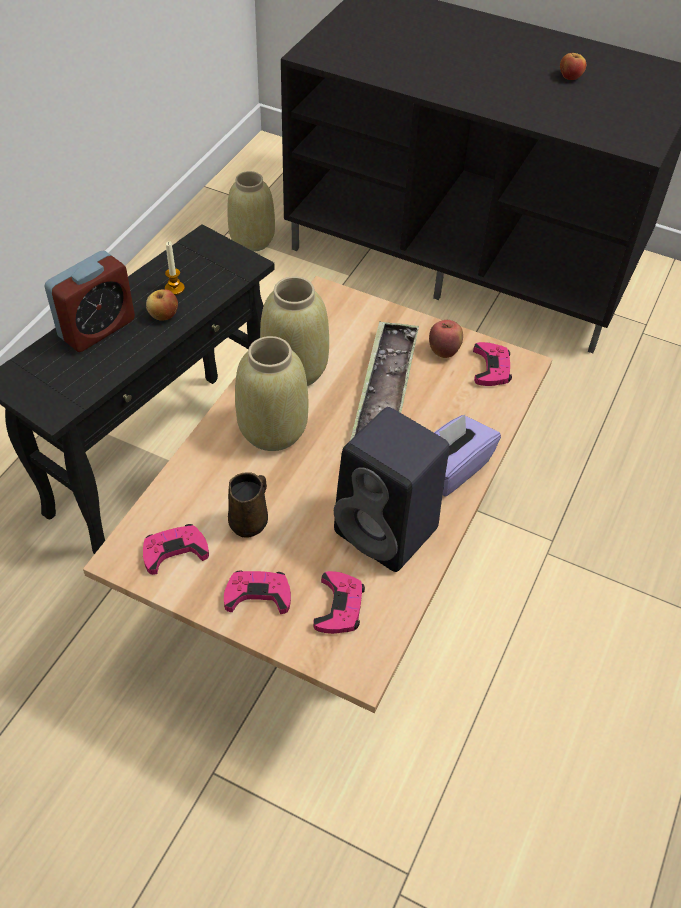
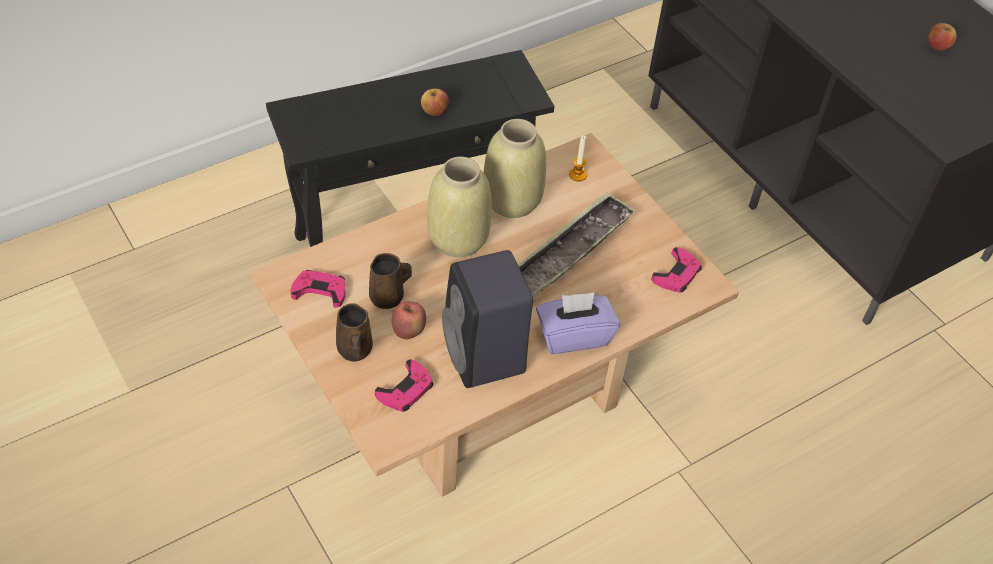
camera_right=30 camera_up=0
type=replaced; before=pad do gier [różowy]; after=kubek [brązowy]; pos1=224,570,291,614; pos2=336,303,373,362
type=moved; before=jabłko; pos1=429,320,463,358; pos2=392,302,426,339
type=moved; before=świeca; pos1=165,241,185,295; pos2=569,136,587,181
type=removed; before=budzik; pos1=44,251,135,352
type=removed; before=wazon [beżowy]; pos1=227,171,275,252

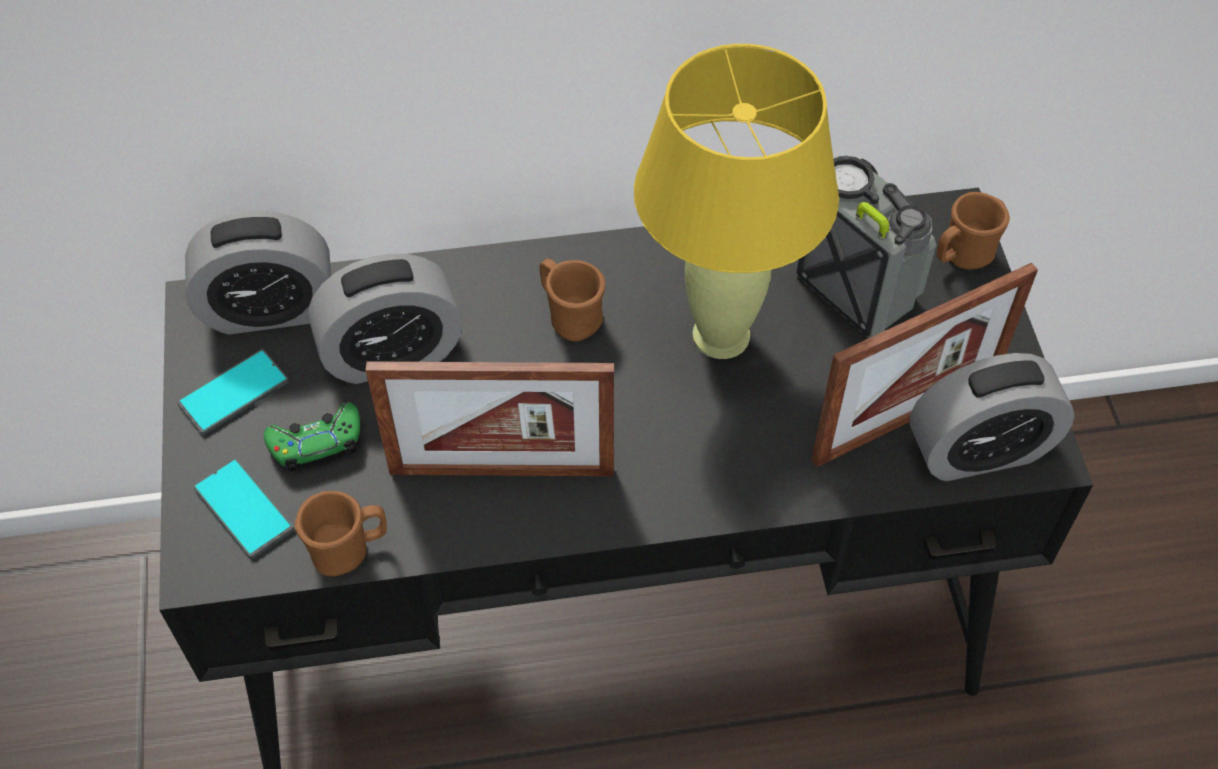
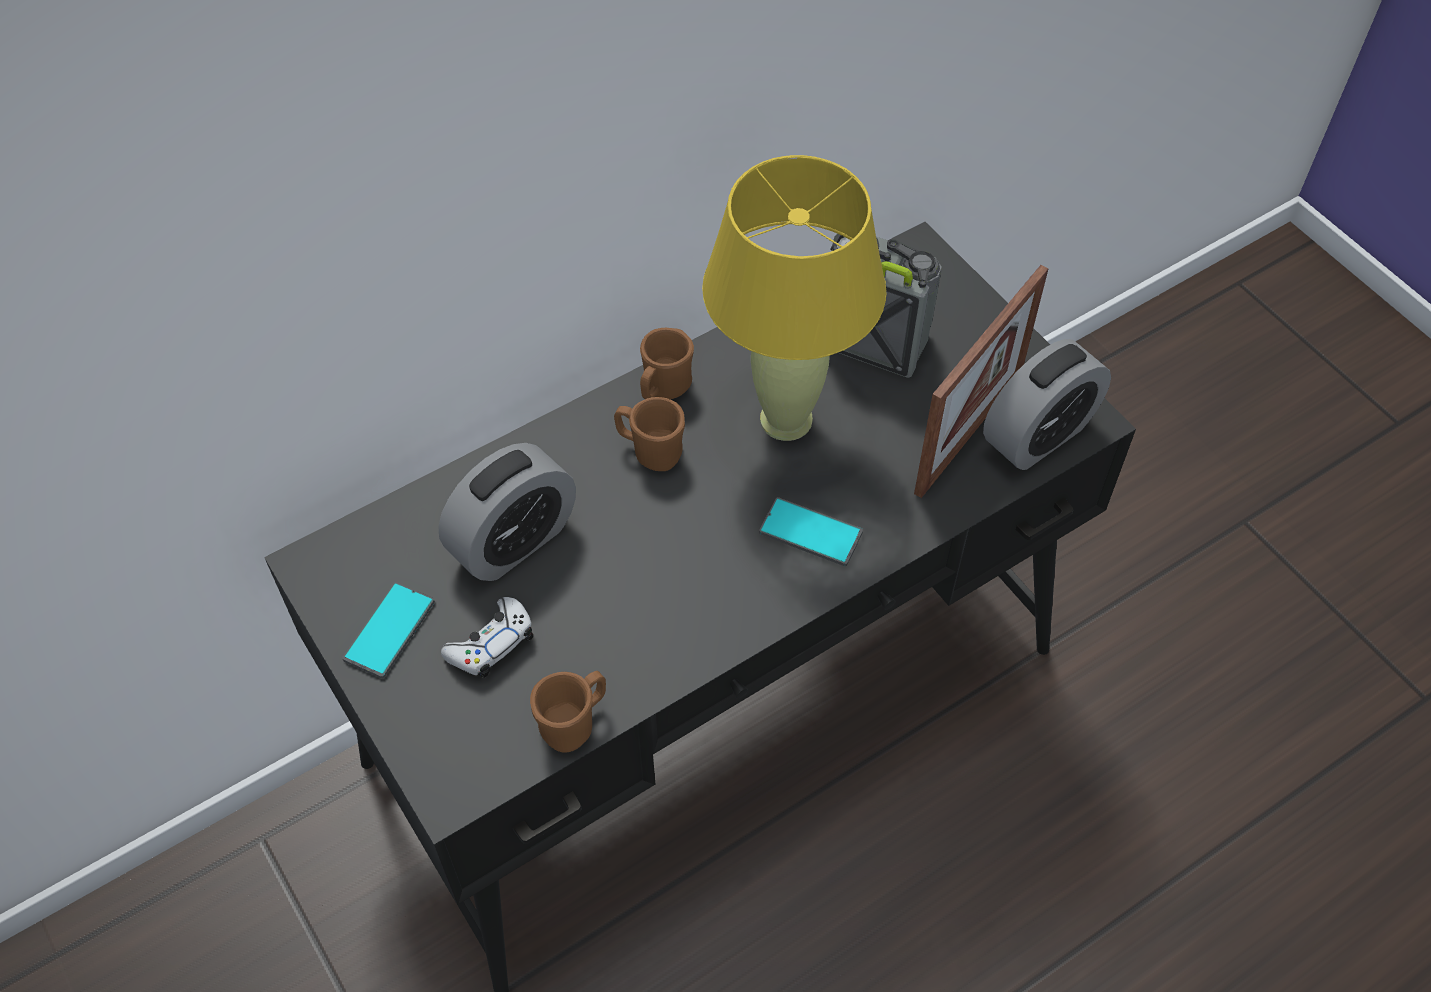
camera_right=-25 camera_up=0
type=recoloured; before=pad do gier [zielony]; after=pad do gier [biały]; pos1=264,402,360,472; pos2=441,597,533,678
type=moved; before=kubek [brązowy]; pos1=936,192,1010,270; pos2=640,328,694,399
type=moved; before=telefon; pos1=193,458,294,559; pos2=759,497,863,566
type=removed; before=budzik; pos1=185,211,331,334
type=removed; before=ramka na zdjęcie; pos1=365,361,614,476

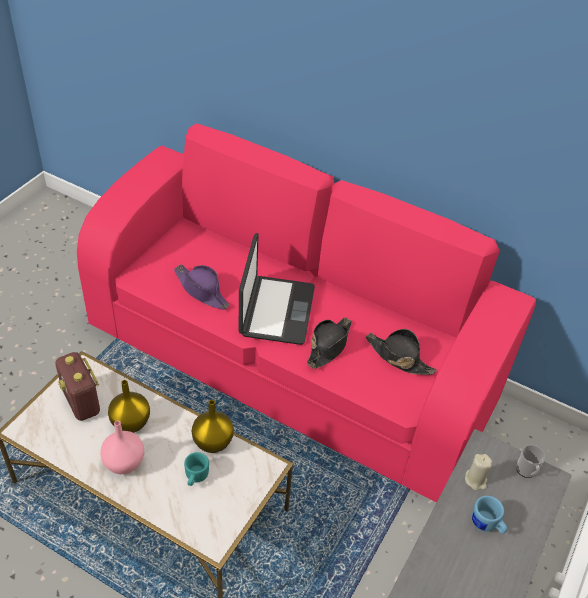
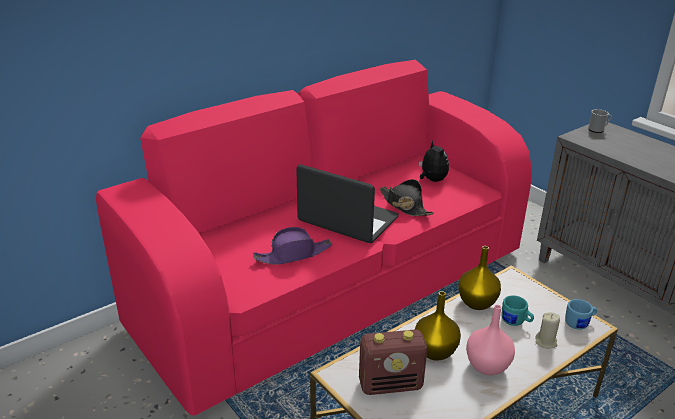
camera_right=-65 camera_up=-15
type=replaced; before=kapelusz [czarny]; after=pluszak; pos1=366,329,436,375; pos2=419,141,449,182
type=moved; before=świeca [beżowy]; pos1=465,454,492,490; pos2=536,312,560,349
type=moved; before=kubek [niebieski]; pos1=472,496,507,534; pos2=565,299,597,330

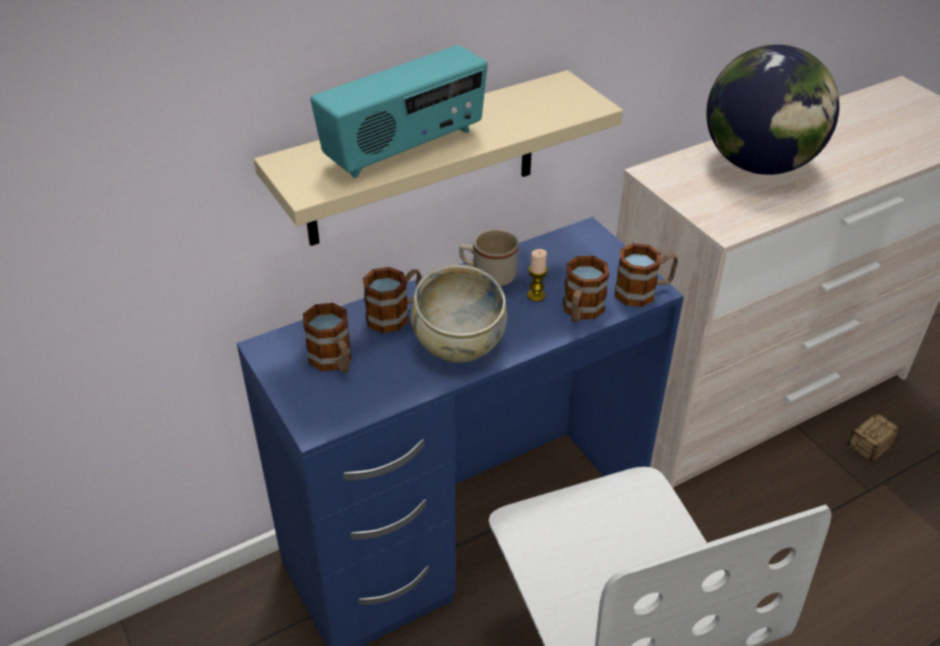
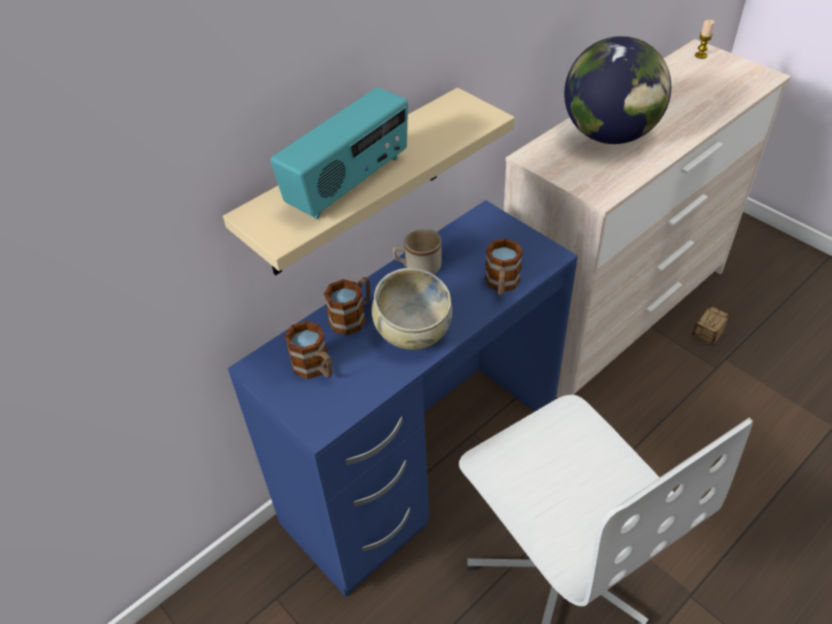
camera_right=-10 camera_up=5
type=moved; before=świeca; pos1=527,249,548,302; pos2=695,20,715,59
type=removed; before=kubek; pos1=614,243,678,307

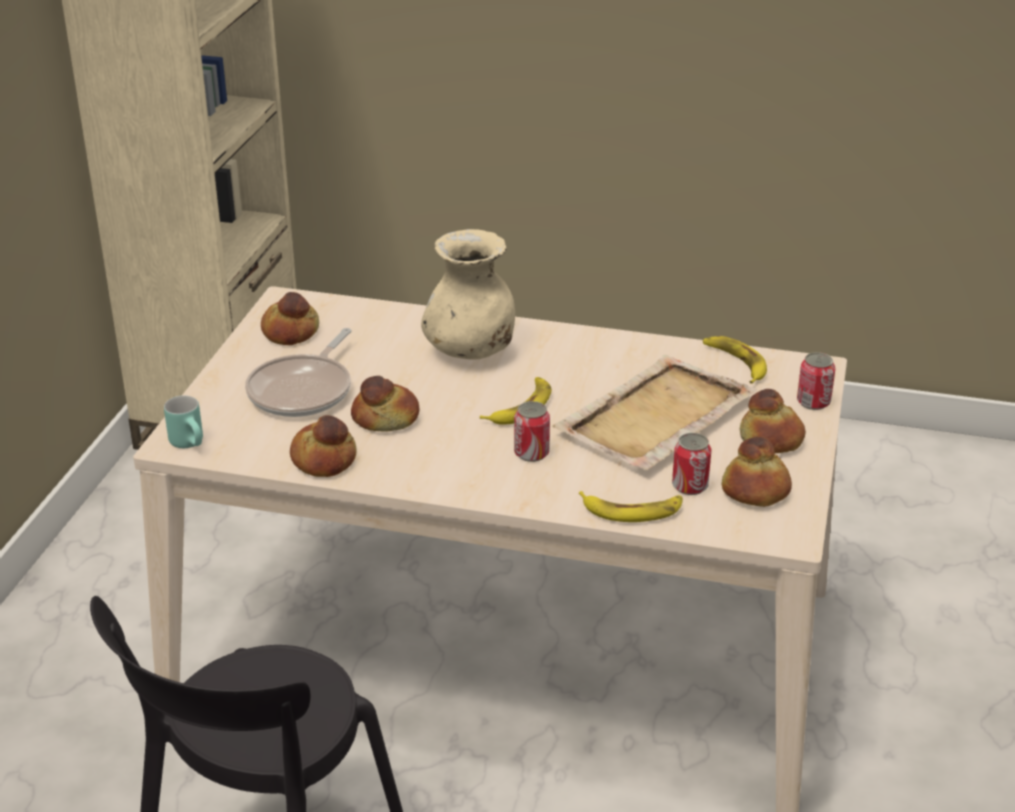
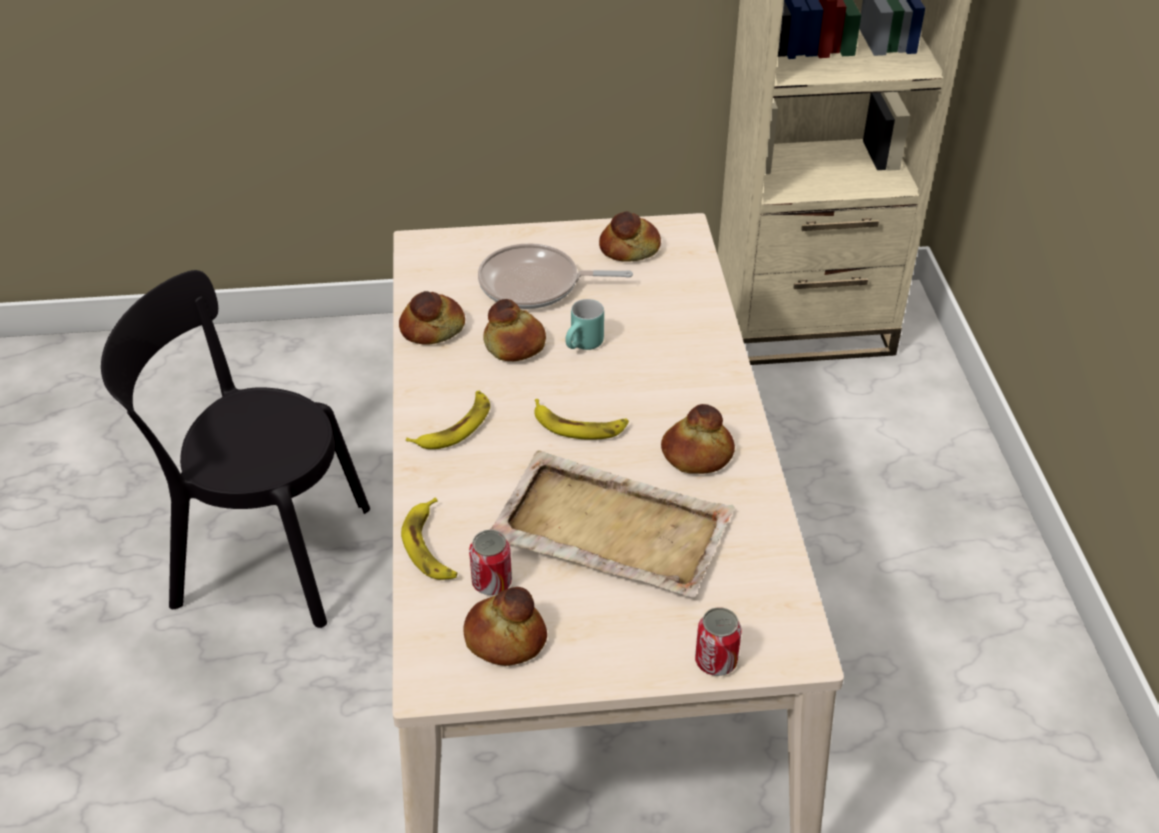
camera_right=70 camera_up=10
type=moved; before=banan; pos1=703,336,767,384; pos2=406,391,490,449
type=moved; before=kubek [turkusowy]; pos1=164,395,203,448; pos2=565,299,604,350
type=moved; before=chleb; pos1=740,389,806,453; pos2=661,404,735,474
type=removed; before=wazon [beżowy]; pos1=421,229,515,360
type=removed; before=puszka; pos1=514,401,550,462

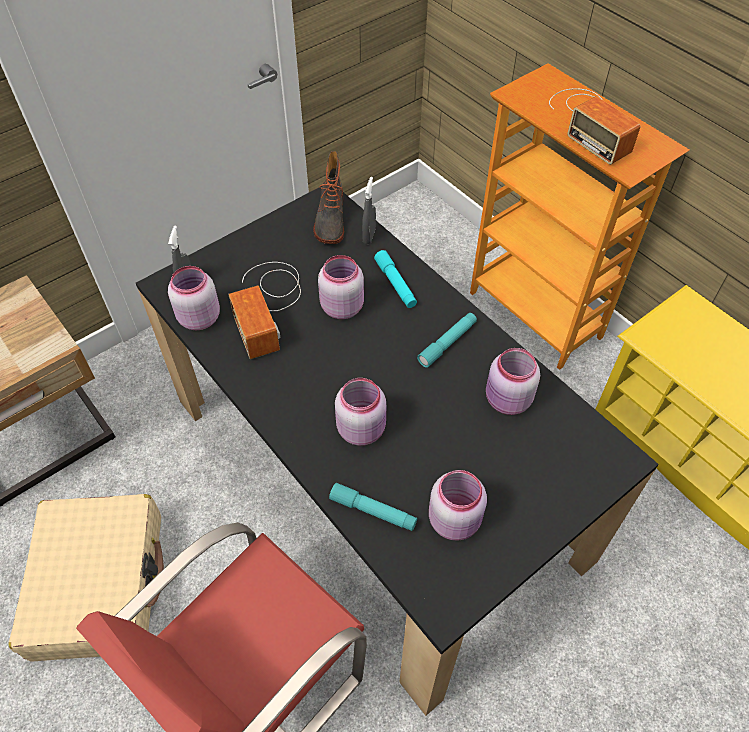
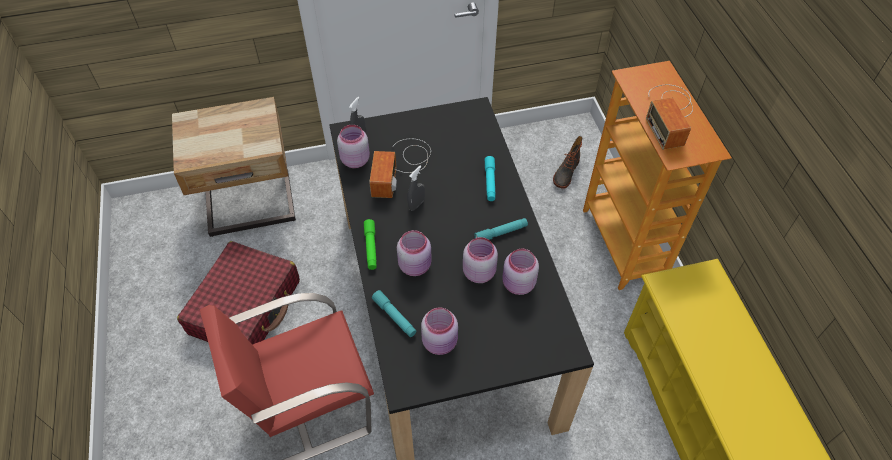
camera_right=25 camera_up=0
type=recoloured; before=walizka [beżowy]; after=walizka [czerwony]; pos1=9,494,164,662; pos2=177,241,300,345
type=added; after=latarka [zielony]; pos2=364,219,377,270
type=moved; before=spryskiwacz [szary]; pos1=362,177,376,244; pos2=407,166,425,211
type=moved; before=słoik [różowy]; pos1=318,255,364,319; pos2=463,237,498,283
type=moved; before=but z cholewką; pos1=313,151,344,244; pos2=553,136,582,189

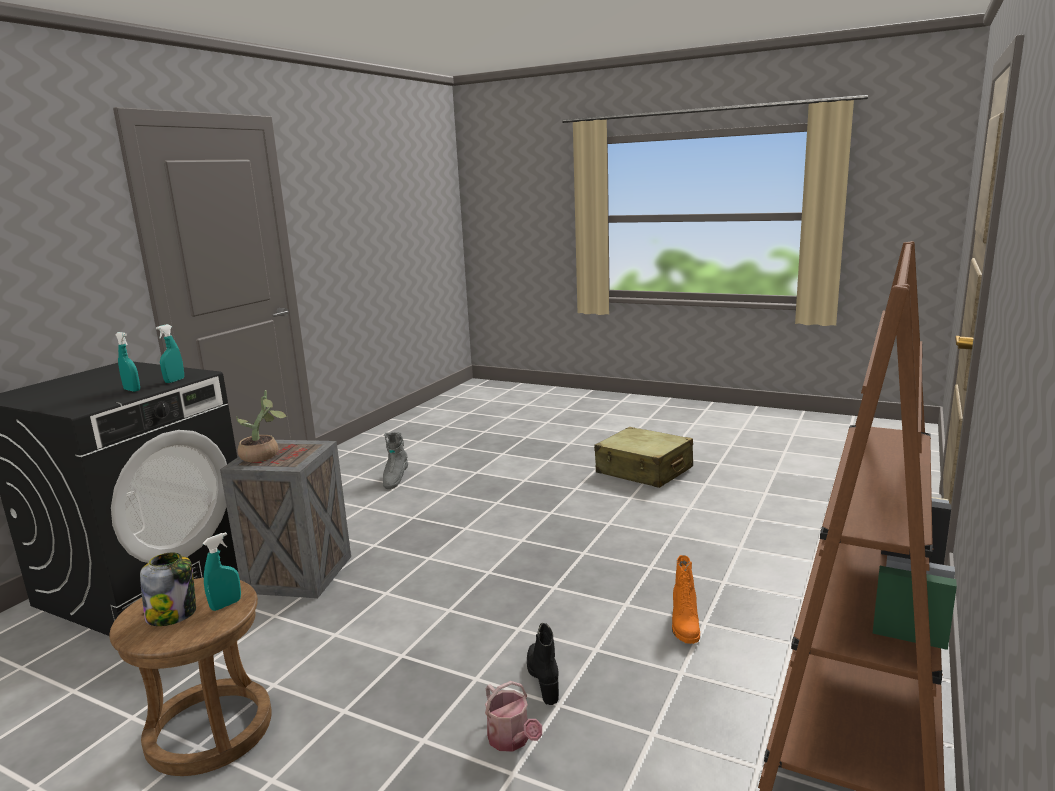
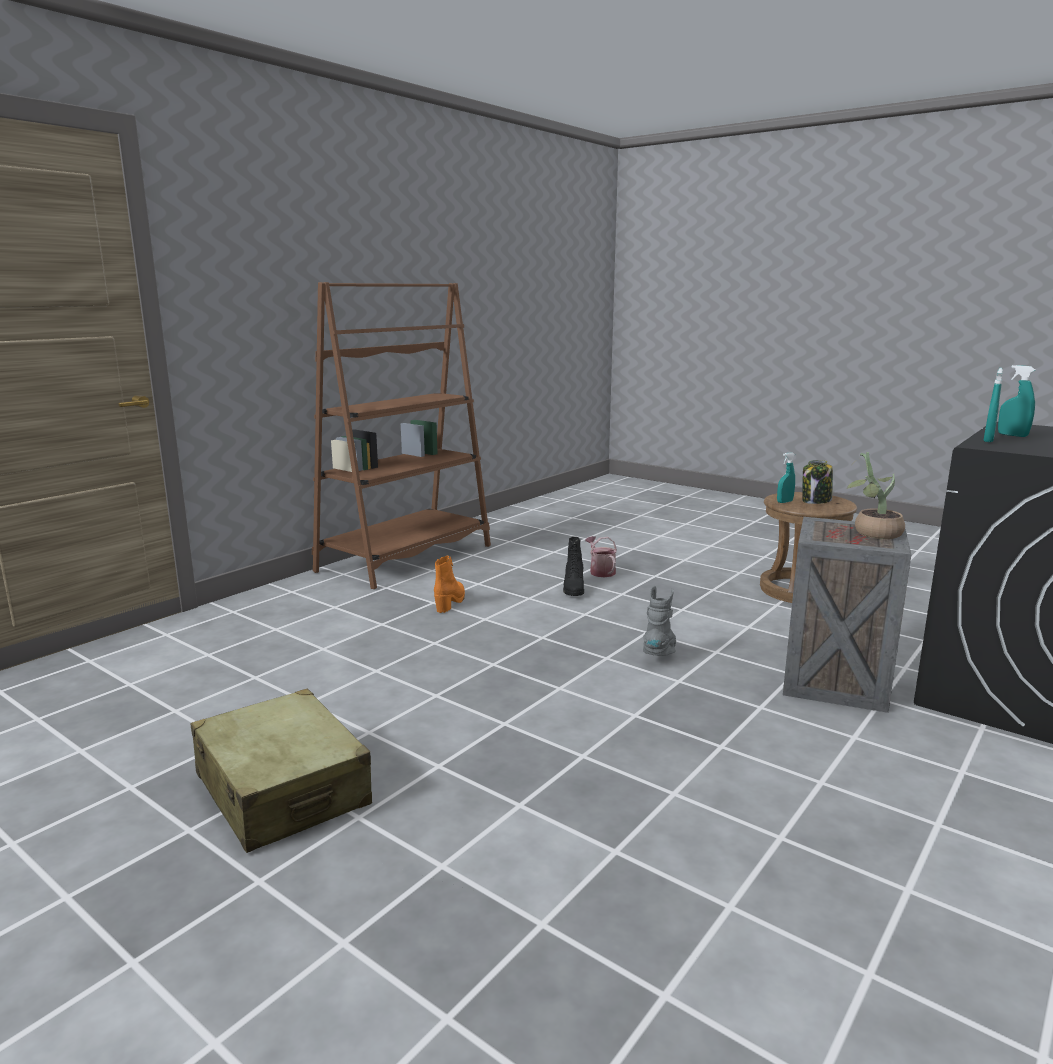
camera_right=-170 camera_up=0
type=moved; before=but z cholewką [szary]; pos1=383,432,408,489; pos2=643,586,676,656

